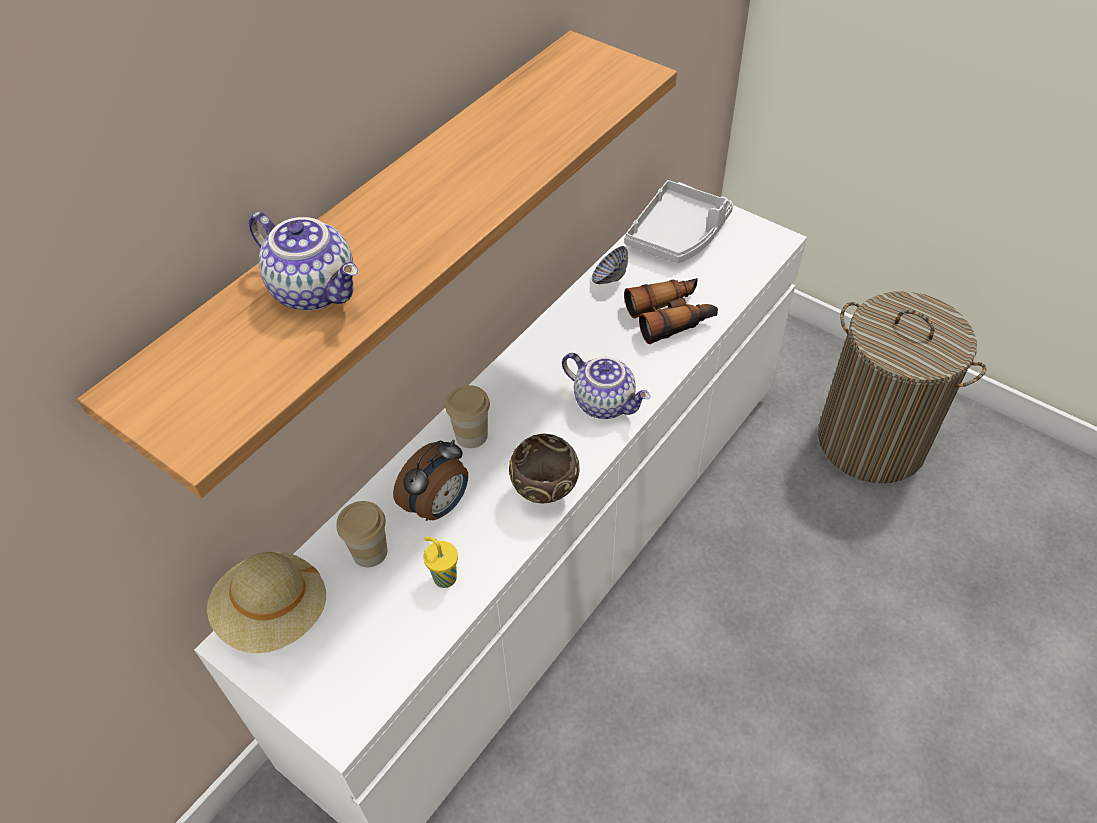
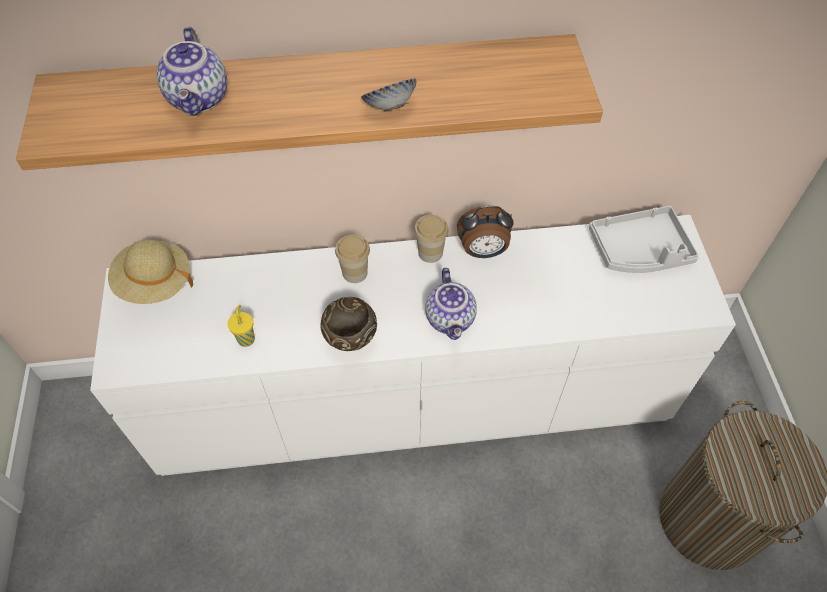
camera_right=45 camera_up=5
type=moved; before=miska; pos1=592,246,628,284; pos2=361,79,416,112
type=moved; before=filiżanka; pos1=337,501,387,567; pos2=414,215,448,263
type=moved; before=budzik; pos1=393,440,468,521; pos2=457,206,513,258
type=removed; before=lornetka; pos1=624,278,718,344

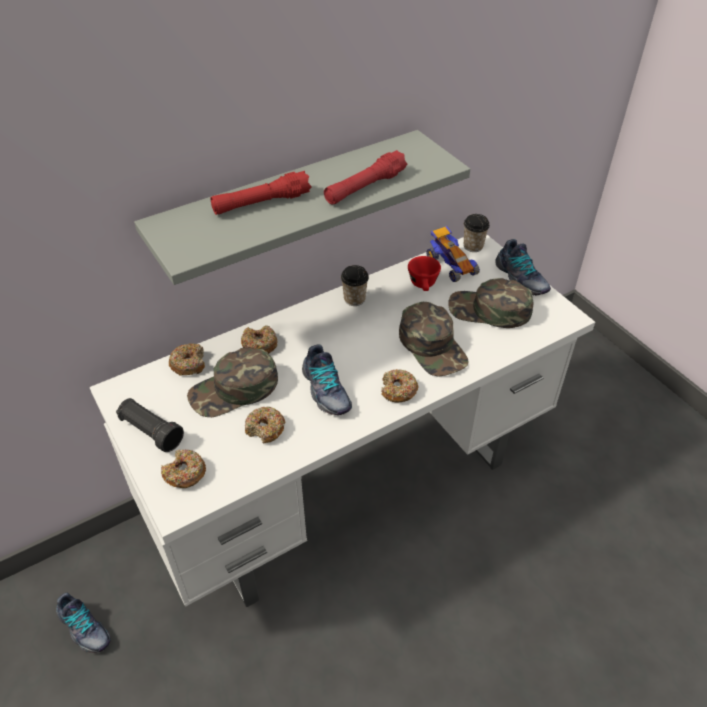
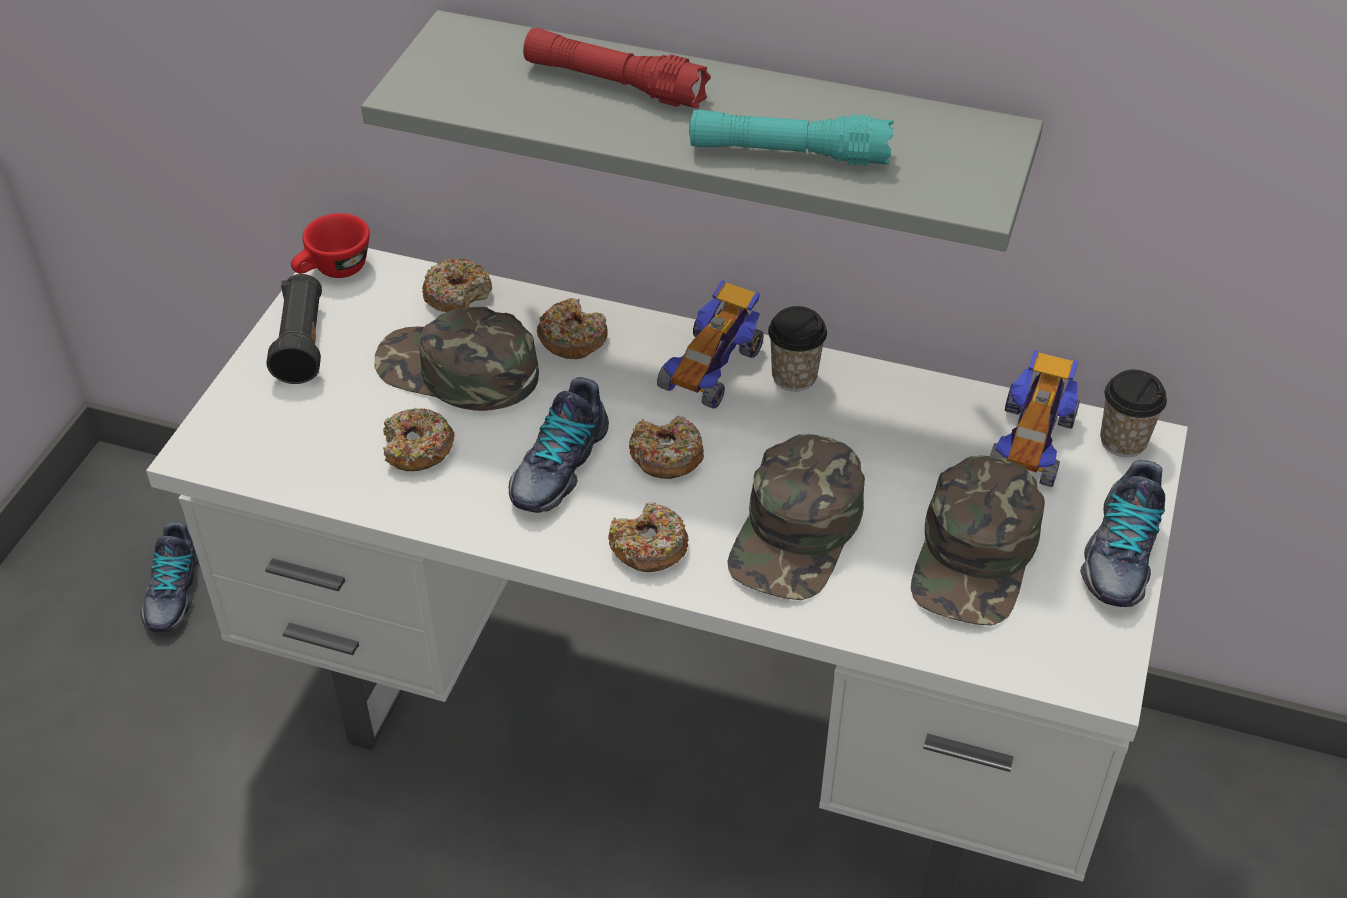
camera_right=50 camera_up=0
type=moved; before=filiżanka [czerwony]; pos1=408,256,441,291; pos2=291,213,370,278
type=moved; before=donut; pos1=161,449,206,488; pos2=629,416,704,479
type=added; after=samochodzik; pos2=657,280,764,409
type=recoloured; before=latarka [czerwony]; after=latarka [turkusowy]; pos1=324,150,407,205; pos2=689,109,894,166
type=turned; before=czapka z daszkiem [zielony]; pos1=448,278,533,328; pos2=911,455,1045,626; turn=-135

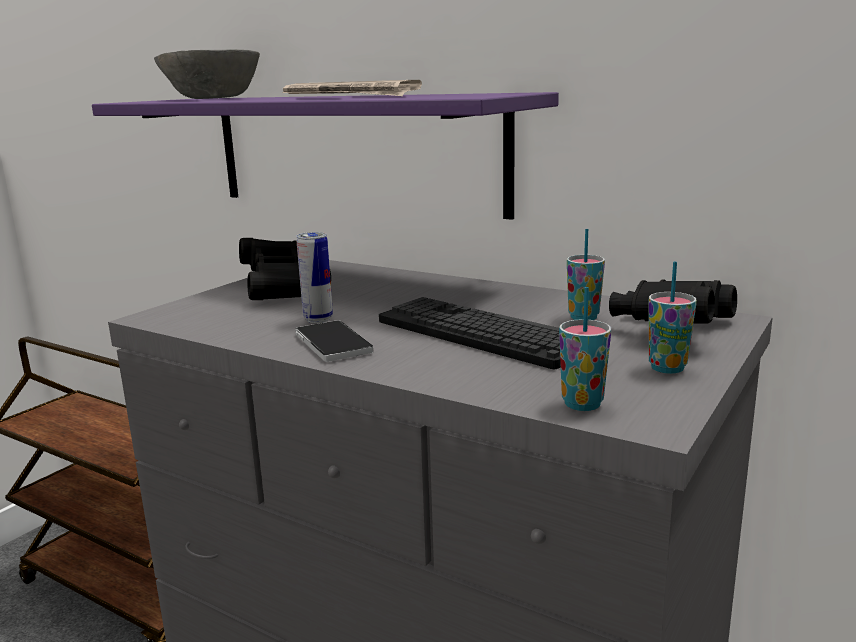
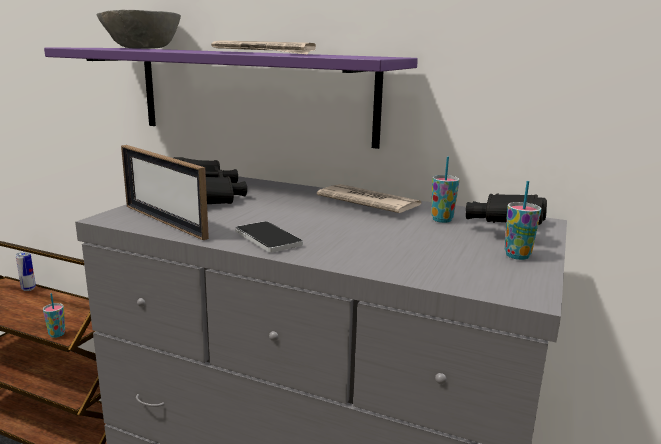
camera_right=-10 camera_up=0
type=moved; before=puszka; pos1=296,232,333,323; pos2=16,252,36,291
type=moved; before=filiżanka; pos1=559,287,611,411; pos2=43,293,65,338
type=added; after=ramka na zdjęcie; pos2=121,145,209,240
type=added; after=gazeta; pos2=317,184,422,213
type=removed; before=klawiatura; pos1=379,297,561,369

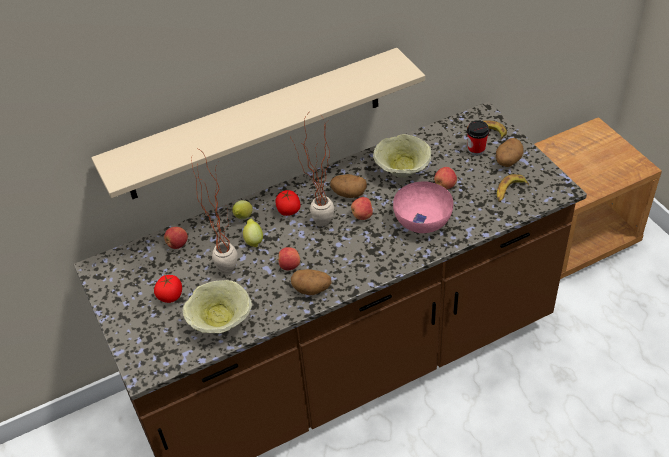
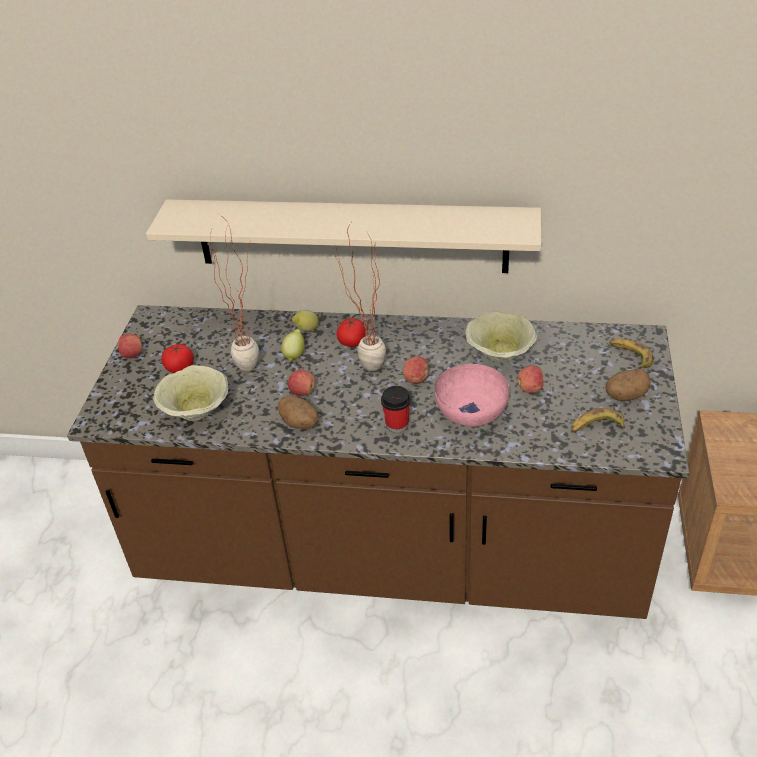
camera_right=35 camera_up=-5
type=moved; before=jabłko; pos1=164,227,188,249; pos2=118,334,143,358
type=moved; before=filiżanka; pos1=467,120,489,156; pos2=381,386,411,433
type=removed; before=ziemniak; pos1=330,174,367,198

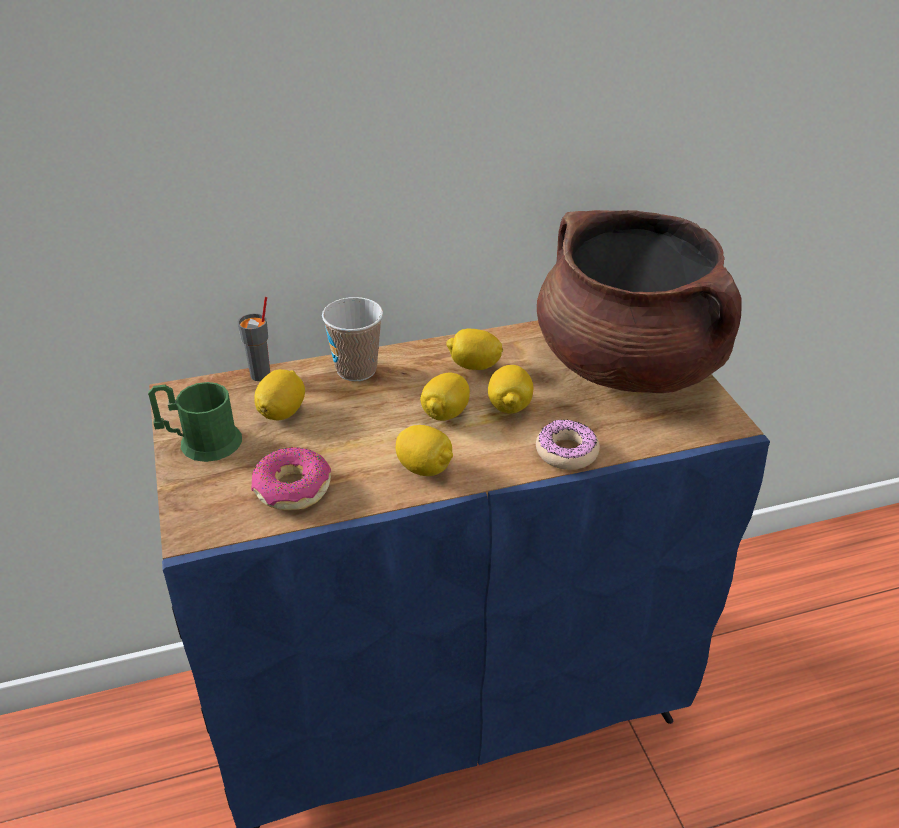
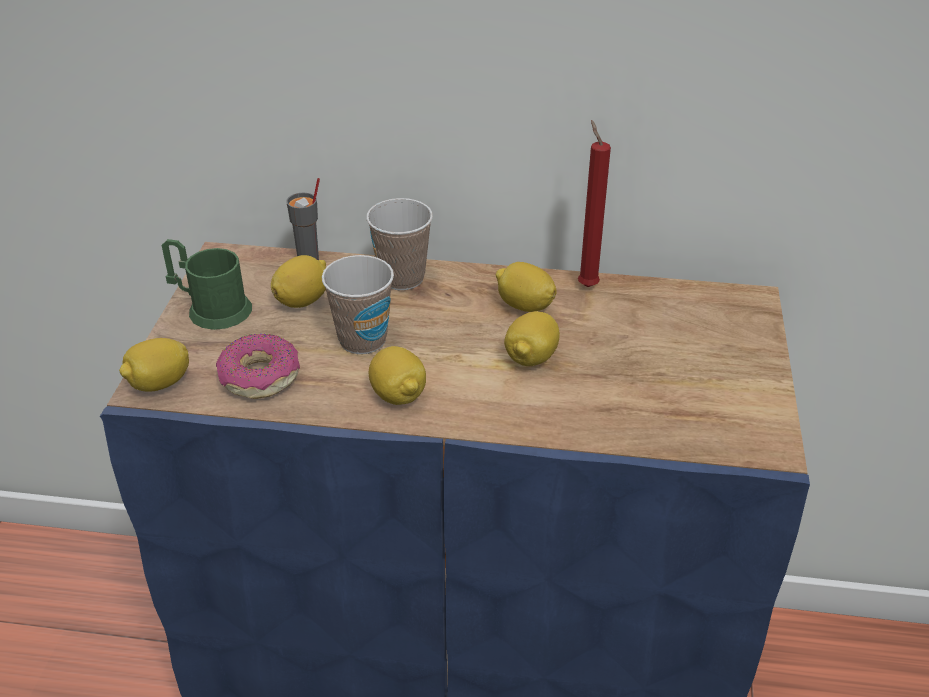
camera_right=25 camera_up=0
type=moved; before=cytryna; pos1=420,373,470,421; pos2=119,338,189,392
type=added; after=filiżanka; pos2=322,255,394,354
type=added; after=świeca [czerwony]; pos2=578,120,611,287
type=removed; before=donut; pos1=536,420,600,470
type=removed; before=garnek [brązowy]; pos1=537,210,742,393

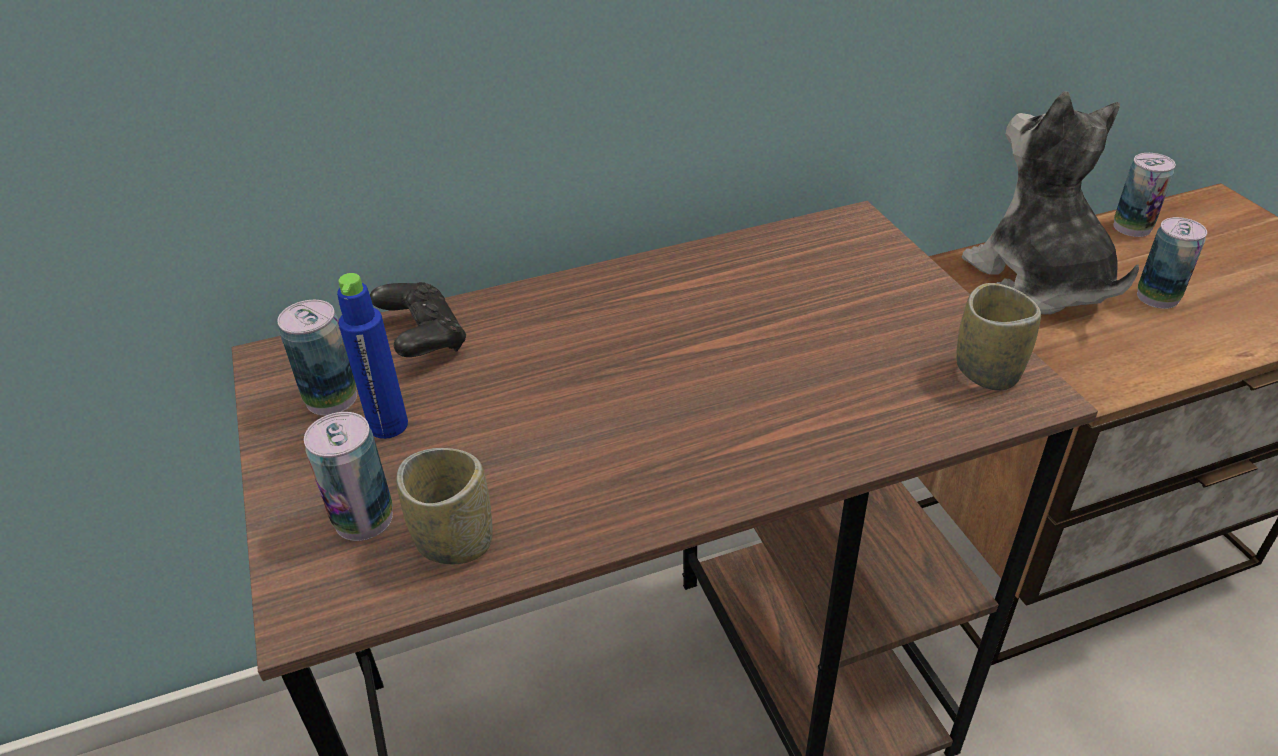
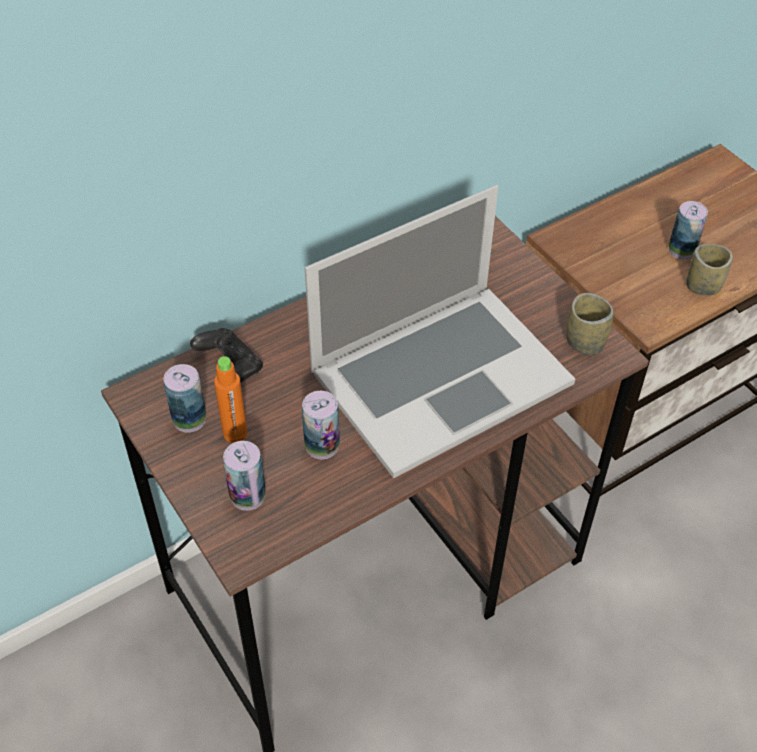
camera_right=-15 camera_up=10
type=recoloured; before=butelka [niebieski]; after=butelka [pomarańczowy]; pos1=337,273,408,439; pos2=214,356,247,443
type=moved; before=puszka; pos1=1113,153,1176,237; pos2=302,391,340,459
type=added; after=laptop; pos2=305,185,575,478
type=moved; before=filiżanka; pos1=396,448,493,564; pos2=686,244,733,295
type=removed; before=pluszak; pos1=962,91,1139,315

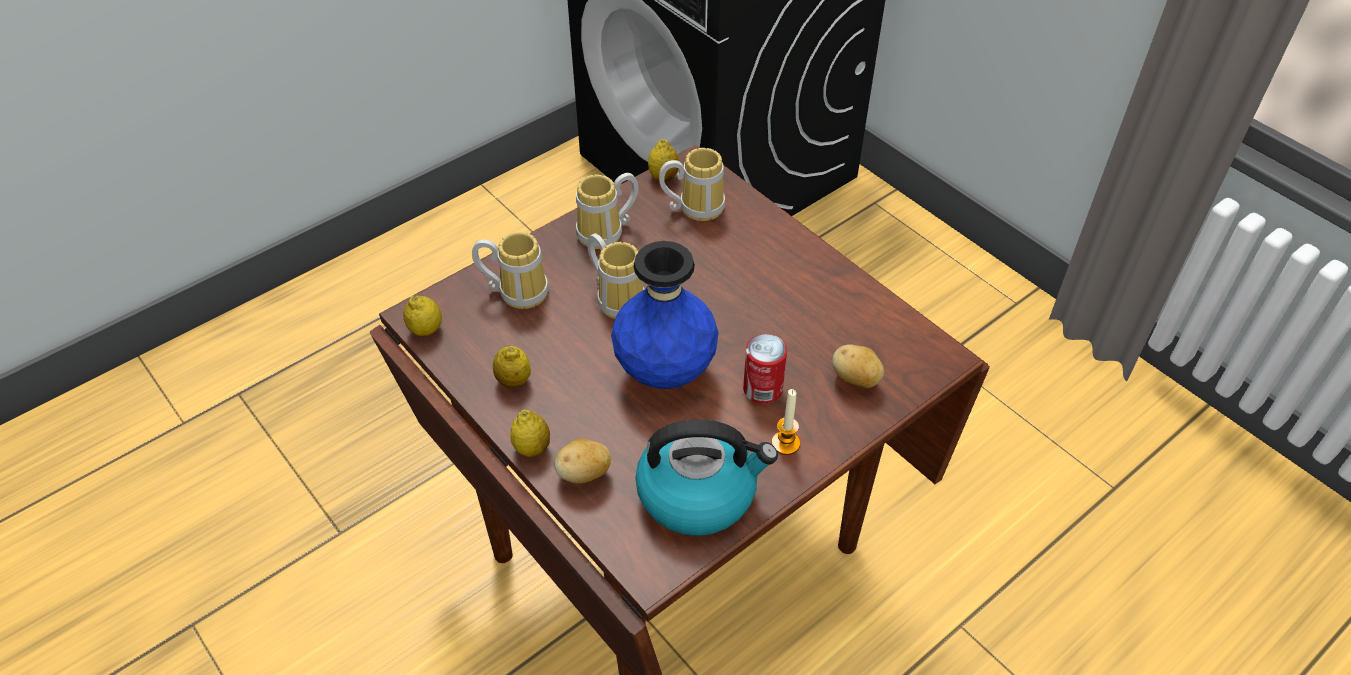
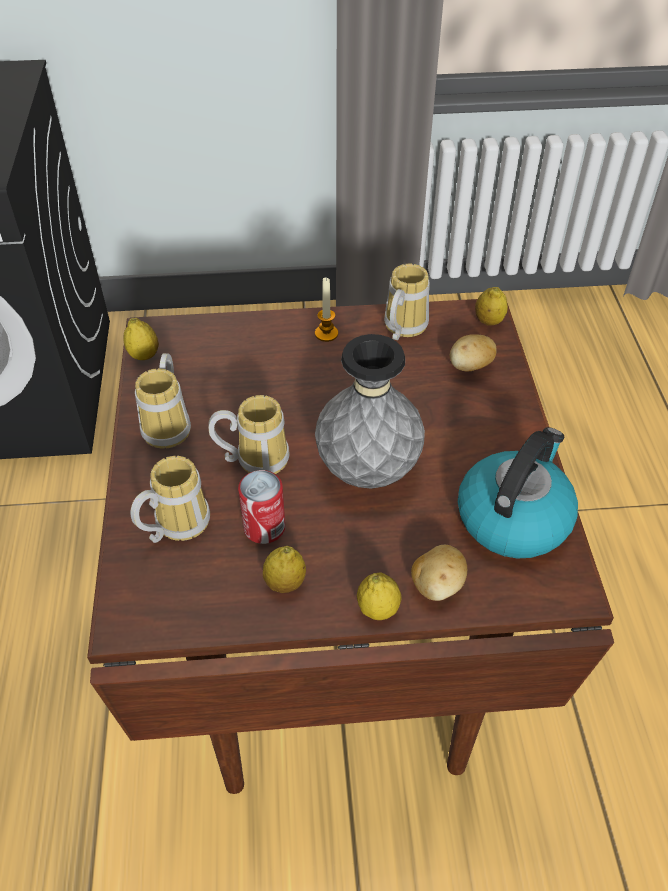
camera_right=-55 camera_up=0
type=moved; before=puszka; pos1=743,334,787,404; pos2=238,470,285,544
type=moved; before=świeca; pos1=772,389,800,455; pos2=315,278,338,342
type=recoloured; before=wazon [niebieski]; after=wazon [szary]; pos1=611,241,719,389; pos2=315,334,425,489
type=moved; before=kubek; pos1=659,148,725,221; pos2=384,264,430,340
type=moved; before=cytryna; pos1=403,296,442,336; pos2=475,287,508,326

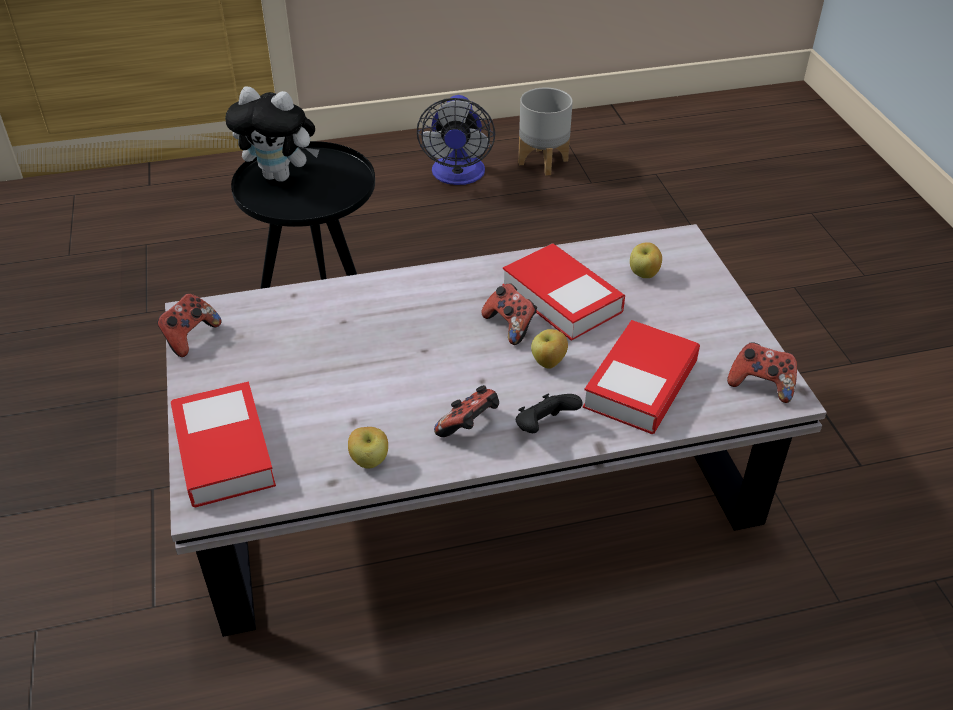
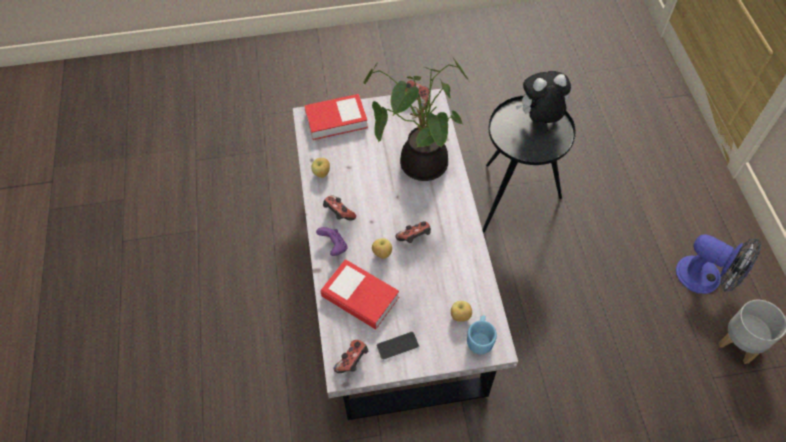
camera_right=95 camera_up=15
type=recoloured; before=pad do gier [czarny]; after=pad do gier [fioletowy]; pos1=516,393,583,433; pos2=316,227,348,256
type=added; after=roślina doniczkowa; pos2=364,55,468,181
type=added; after=telefon; pos2=376,331,419,361
type=added; after=kubek [niebieski]; pos2=467,315,497,354
type=turned; before=pluszak; pos1=225,86,319,182; pos2=516,71,571,123; turn=60
type=turned; before=wentylator; pos1=417,95,495,185; pos2=676,234,761,294; turn=-150
type=removed; before=książka; pos1=502,243,625,341

